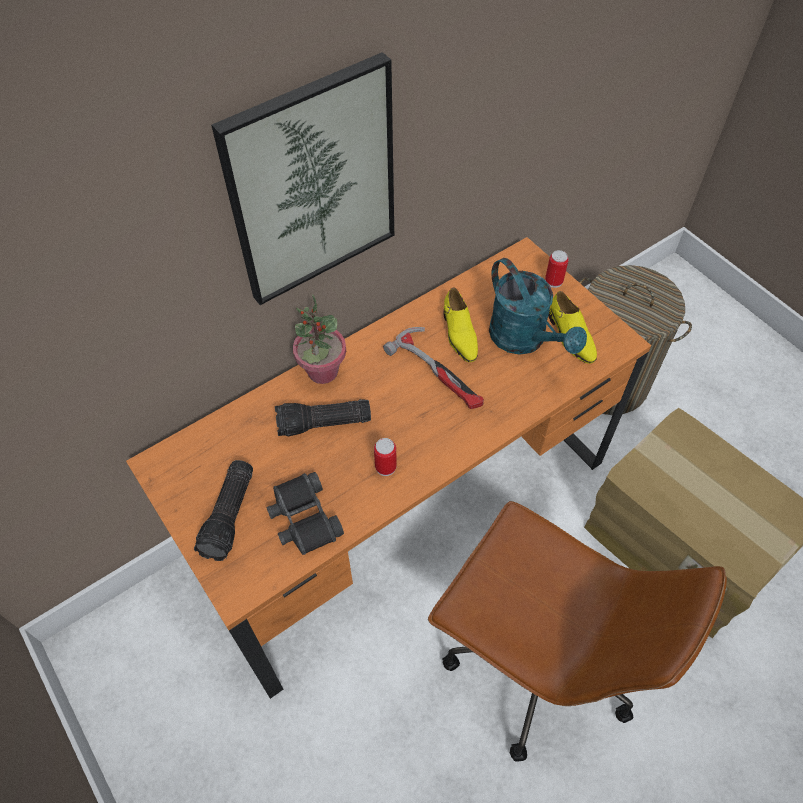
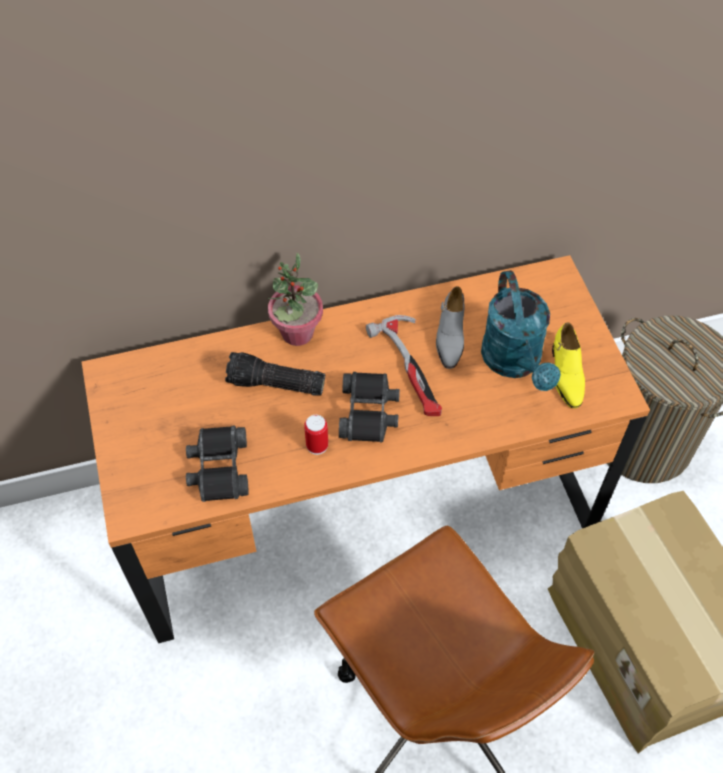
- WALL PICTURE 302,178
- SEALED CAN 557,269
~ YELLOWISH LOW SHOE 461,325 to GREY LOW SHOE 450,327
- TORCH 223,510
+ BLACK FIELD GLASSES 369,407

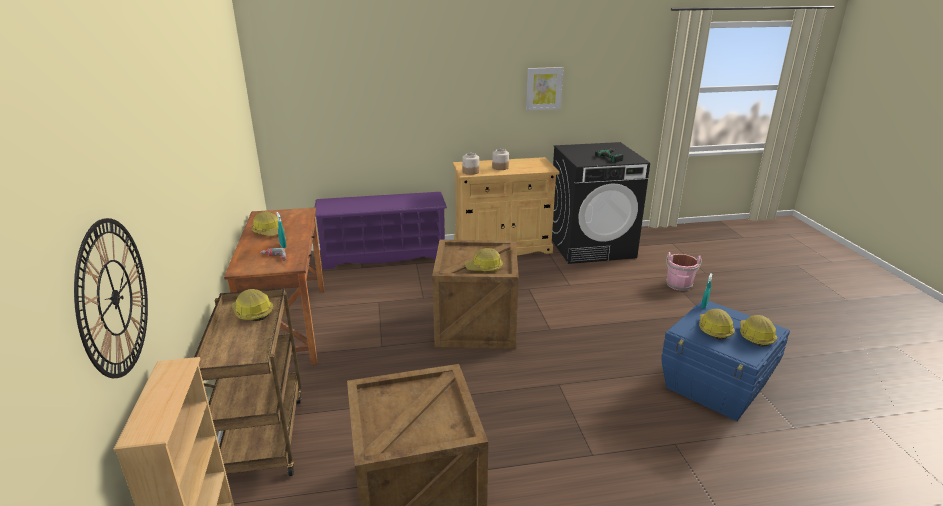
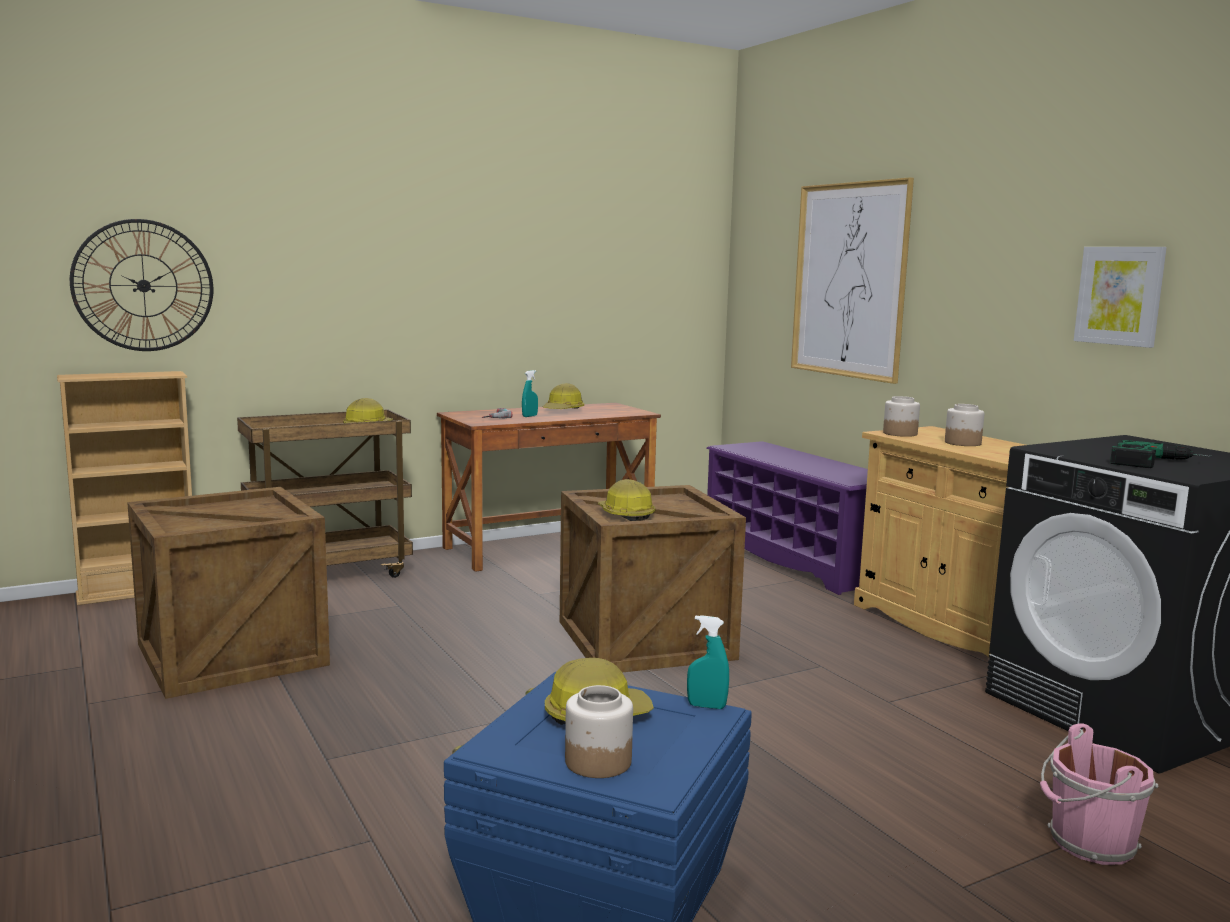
~ WORK HELMET 758,331 to PRESERVE JAR 599,731
+ WALL PICTURE 852,280

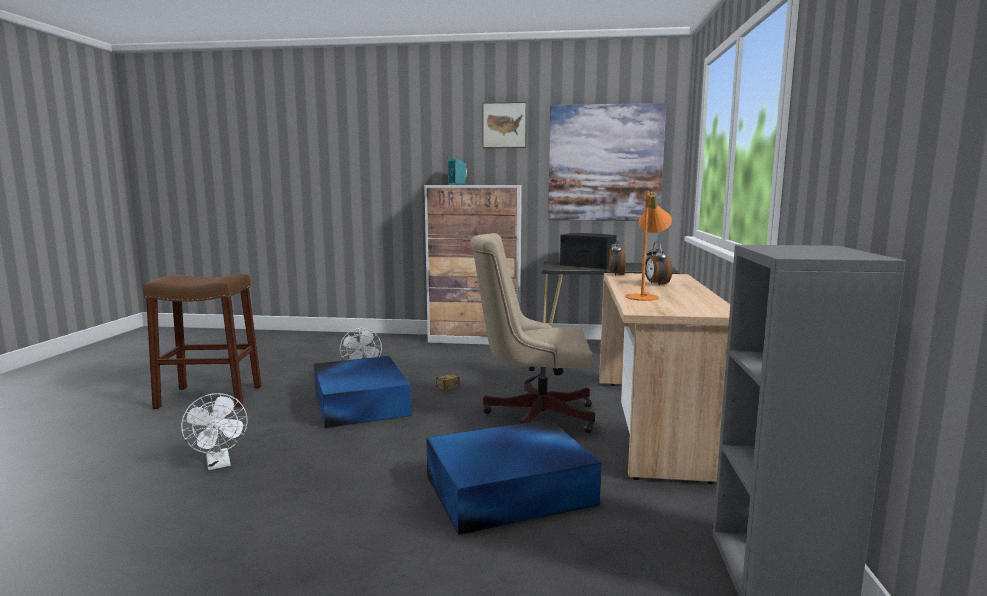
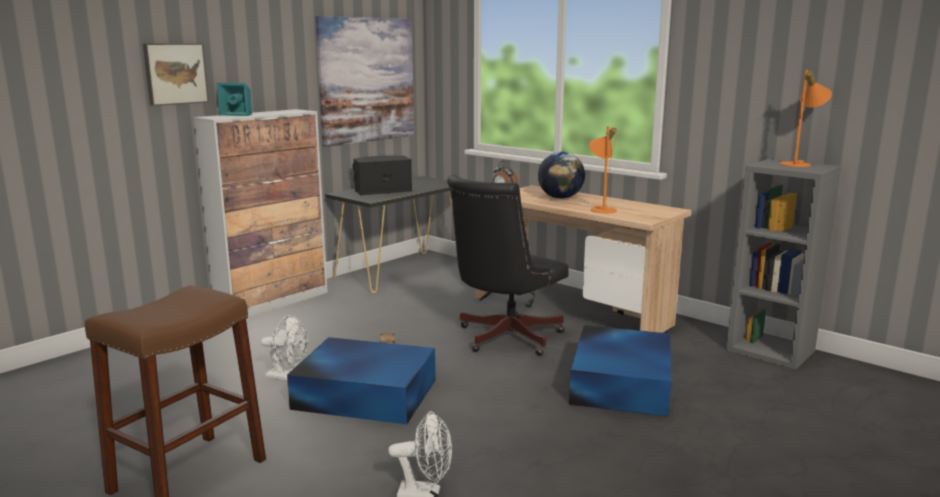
~ WALL PICTURE 504,125 to 176,75
~ SAND-COLOURED COMPUTER CHAIR 532,333 to BLACK COMPUTER CHAIR 508,265
~ ALARM CLOCK 659,264 to WORLD GLOBE 561,175
+ ORANGEY TABLE LAMP 805,118

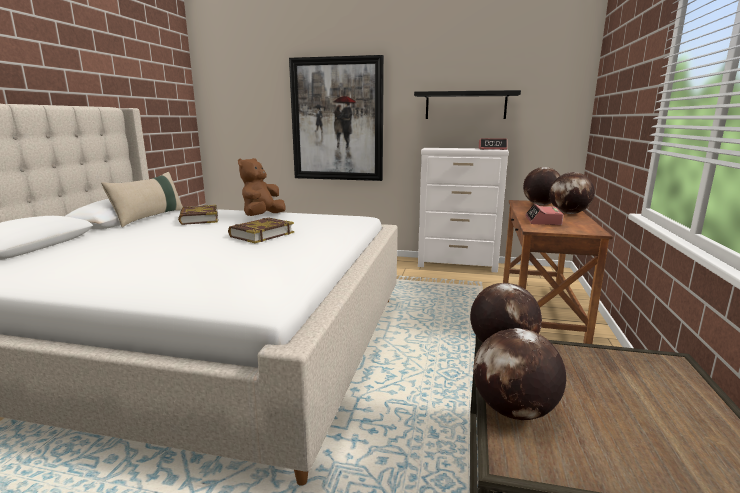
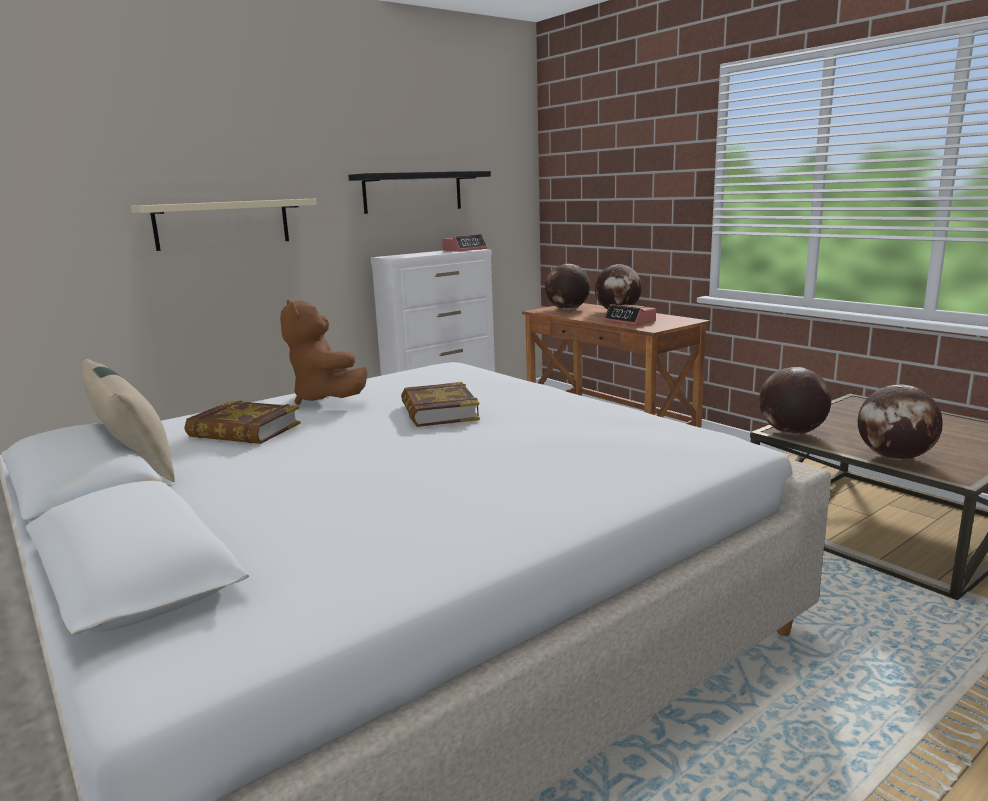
~ WALL PICTURE 336,118 to SAND-COLOURED WALL SHELF 223,225

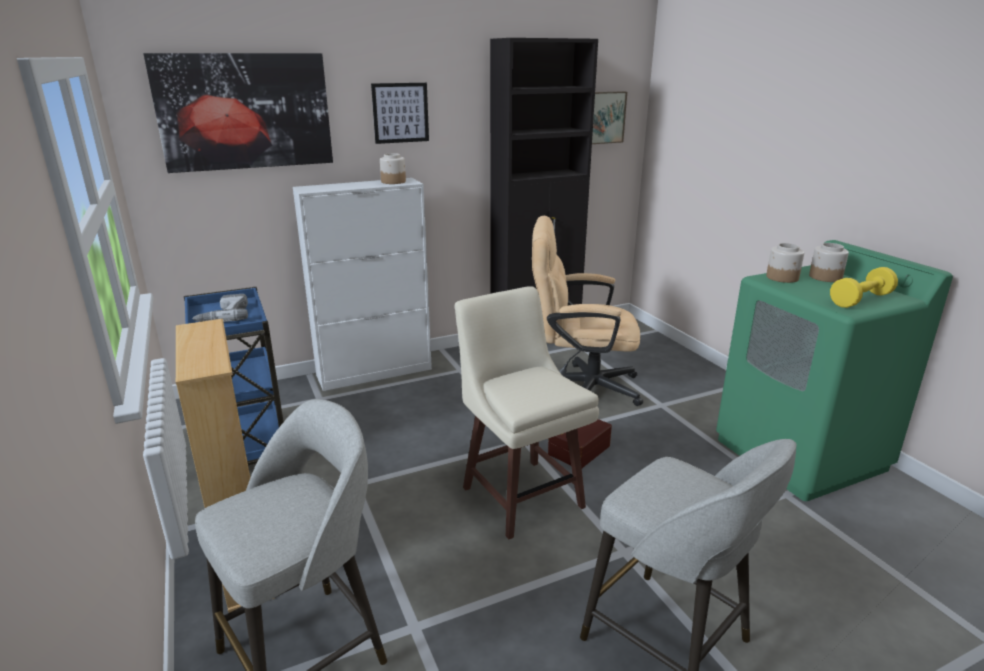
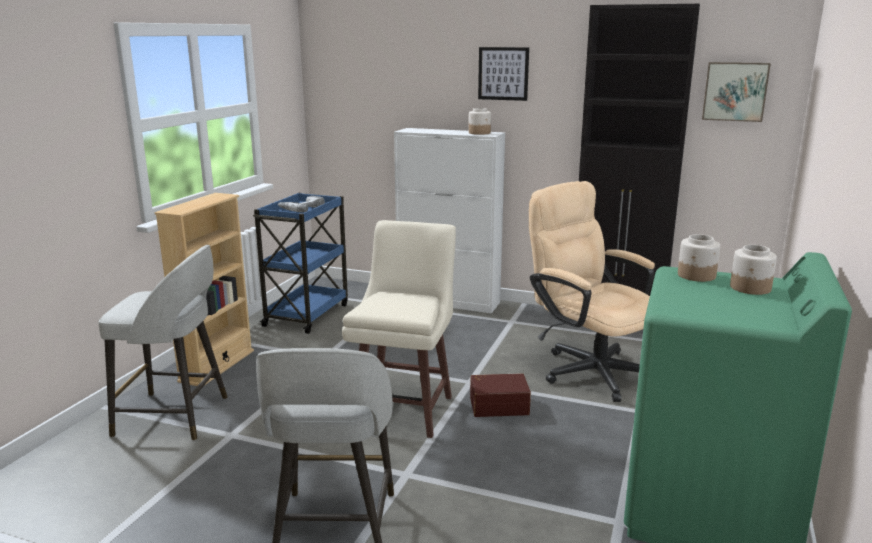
- WALL PICTURE 238,113
- YELLOWISH DUMBBELL 864,287

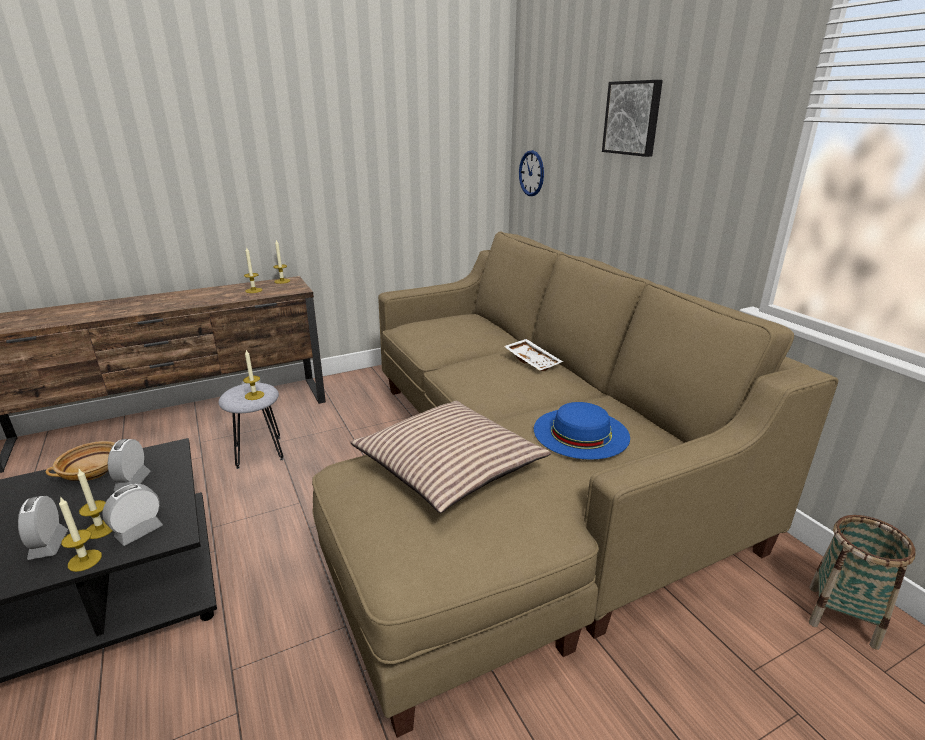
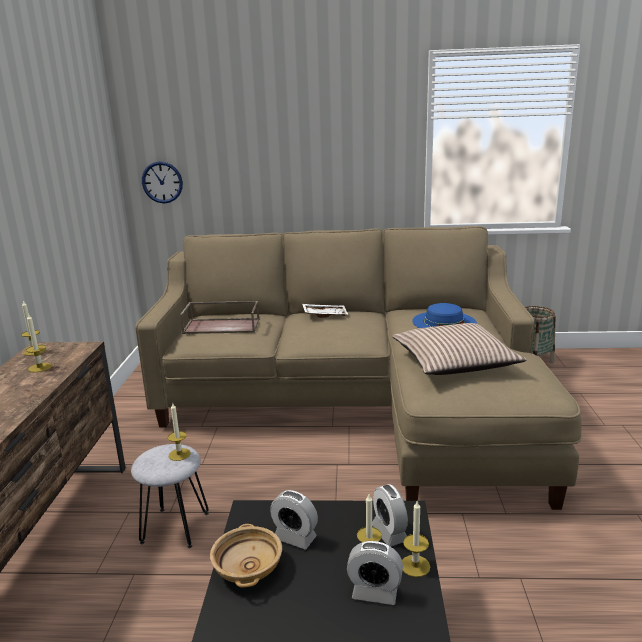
- WALL PICTURE 632,118
+ BROWN-COLOURED TRAY 220,317

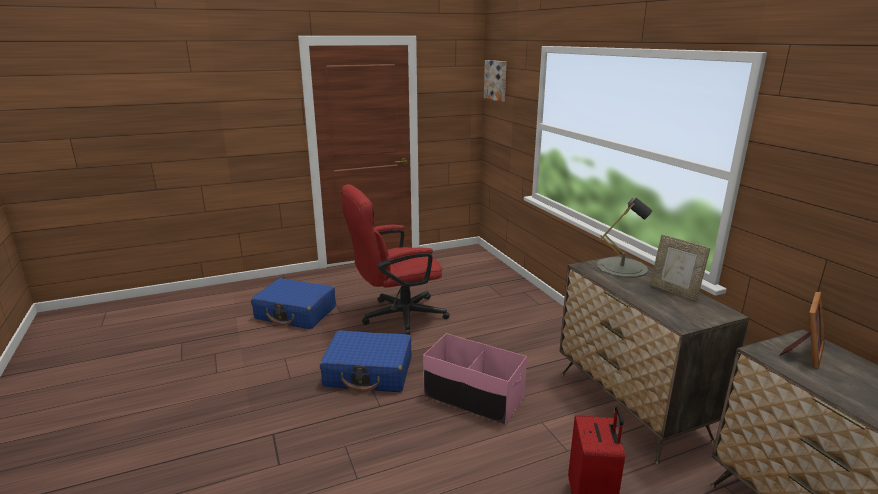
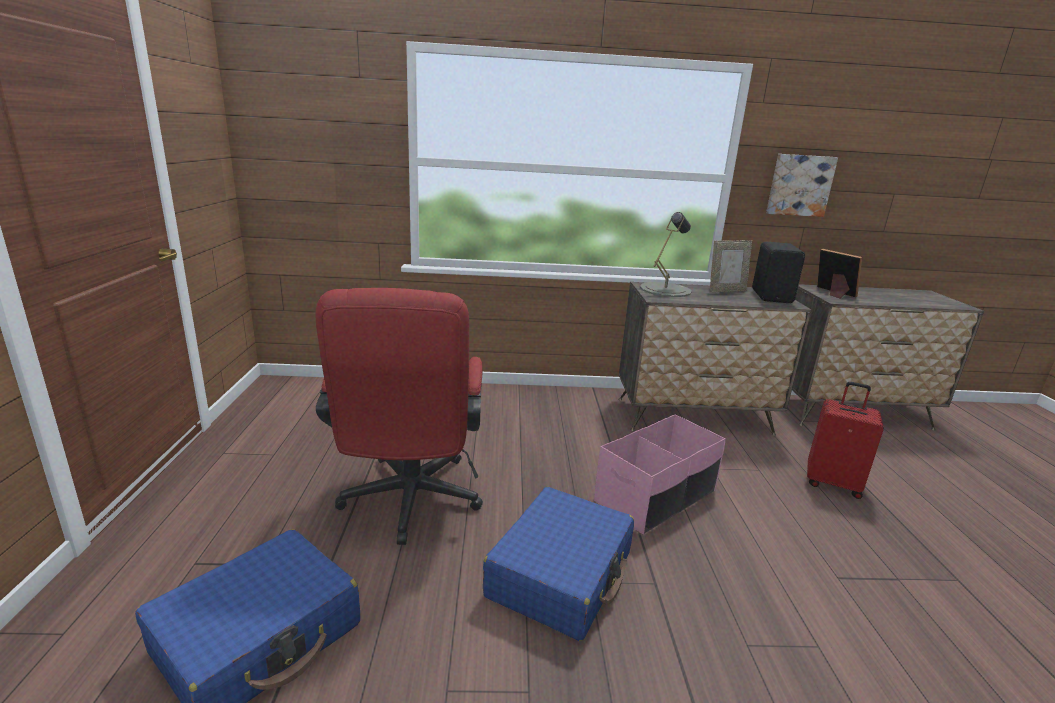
~ WALL PICTURE 495,81 to 802,185
+ BLACK AUDIO SPEAKER 778,272

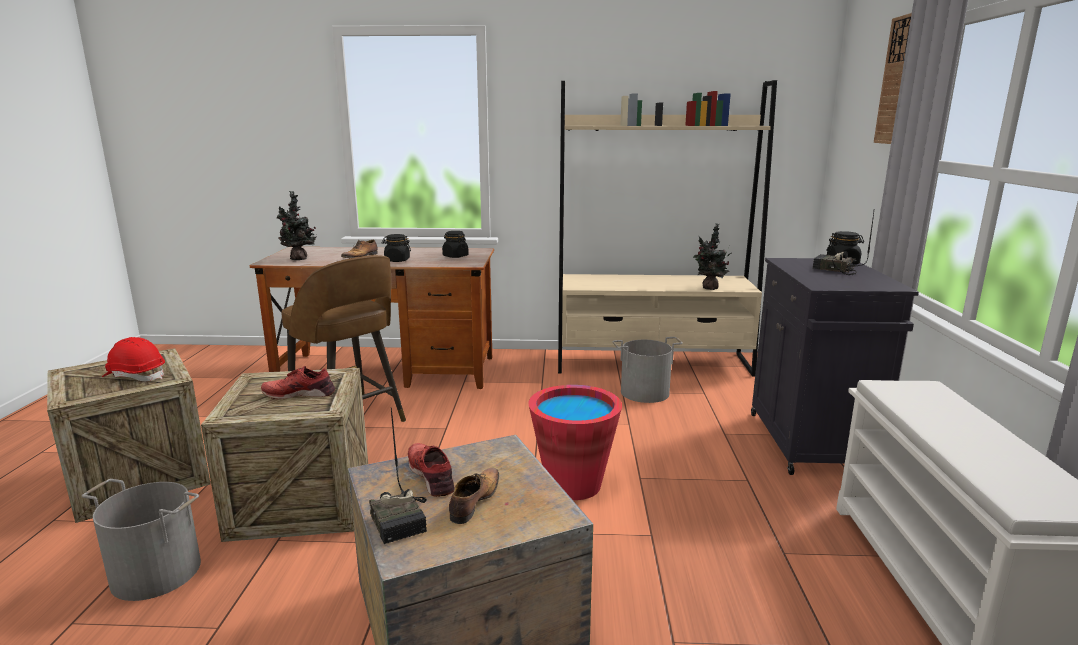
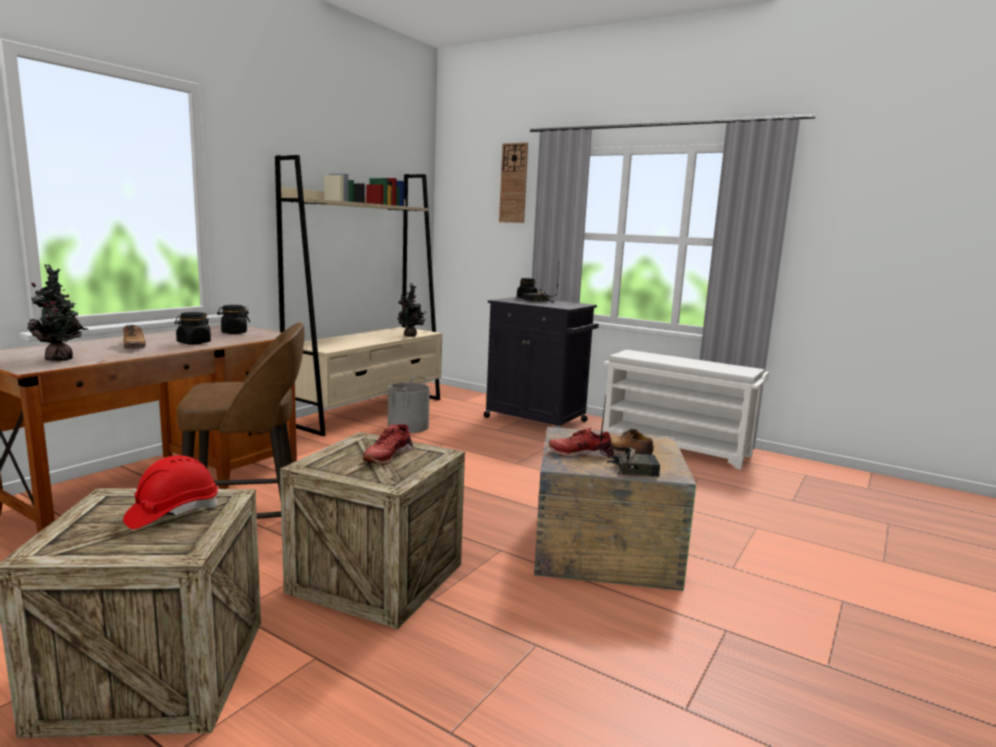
- REDDISH WATER BUCKET 575,442
- GREY WATER BUCKET 141,540

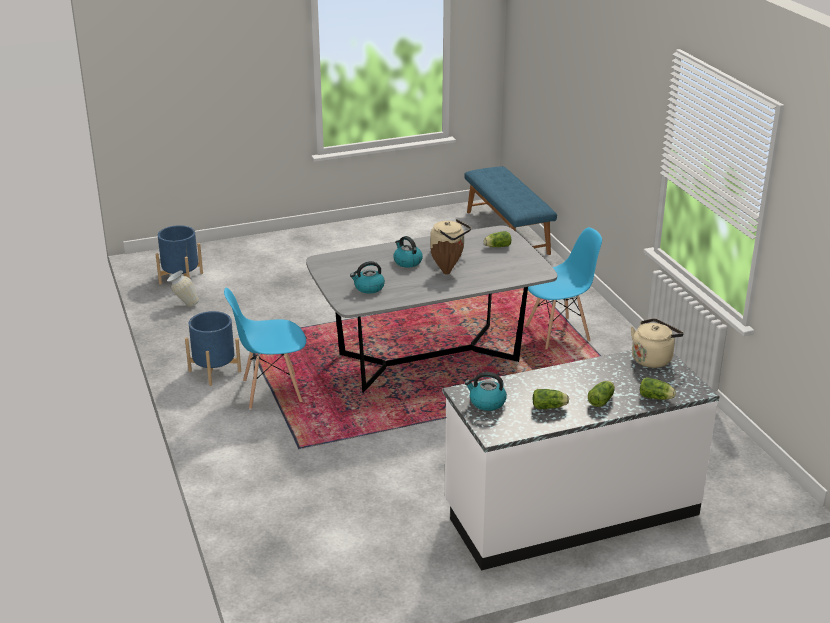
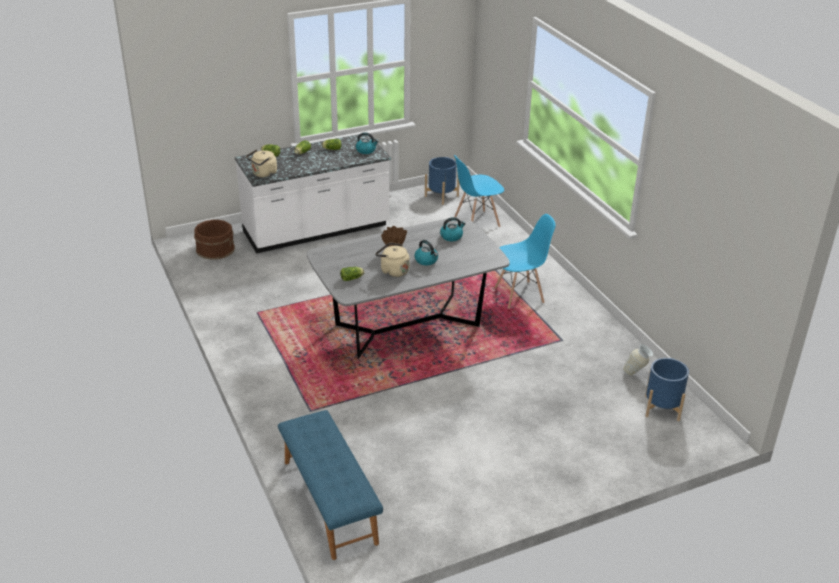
~ BLUE-COLOURED UPRIGHT CHAIR 563,288 to 479,191
~ BLUE-COLOURED PLANTER 213,348 to 442,181
+ BROWN-COLOURED WATER BUCKET 214,240

